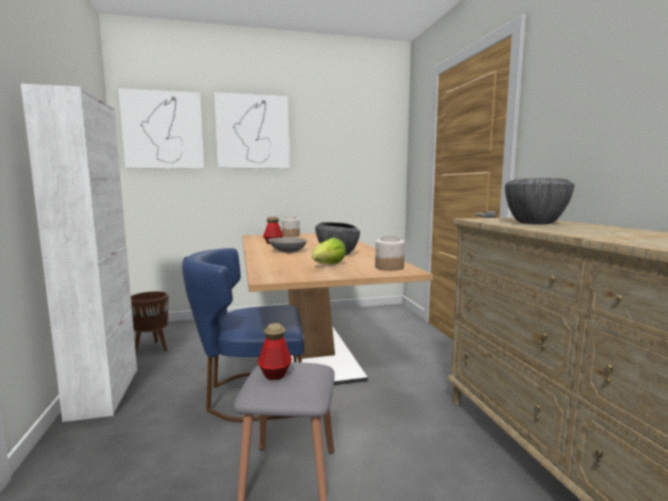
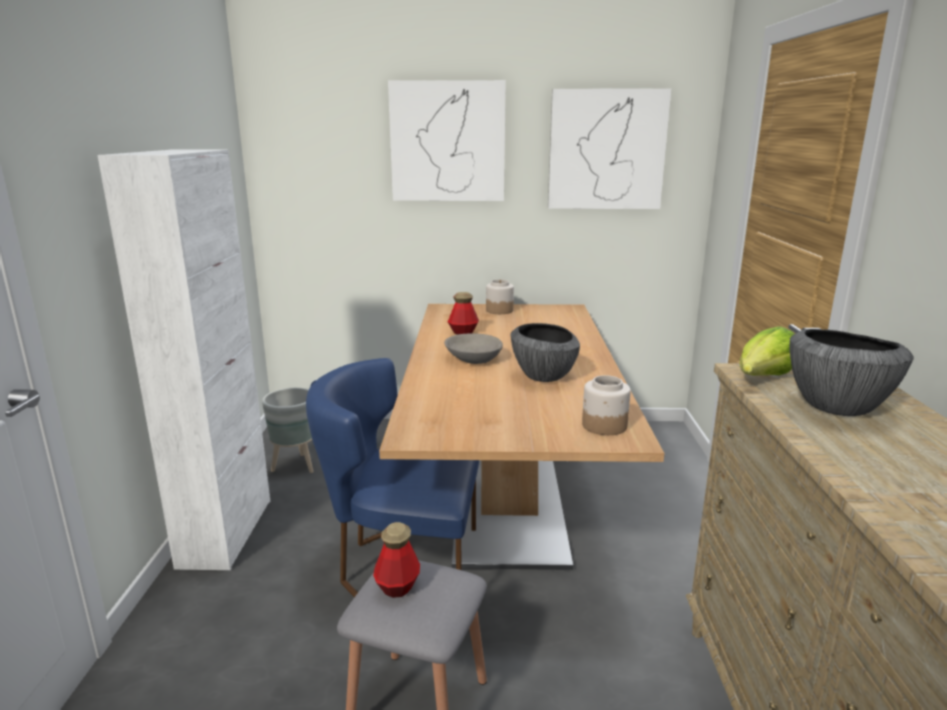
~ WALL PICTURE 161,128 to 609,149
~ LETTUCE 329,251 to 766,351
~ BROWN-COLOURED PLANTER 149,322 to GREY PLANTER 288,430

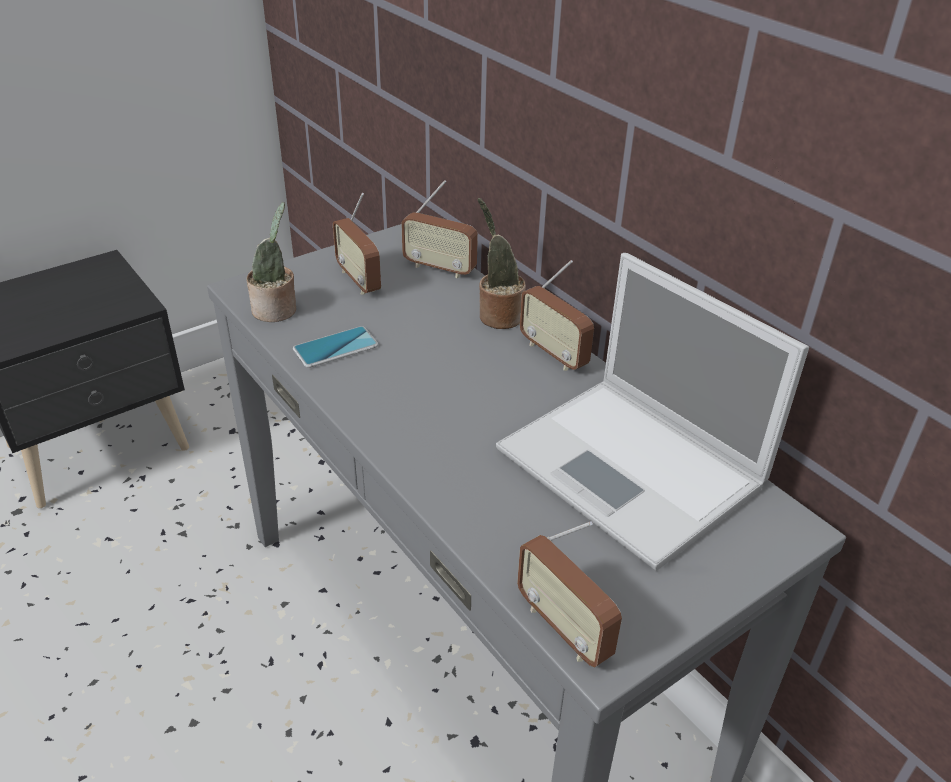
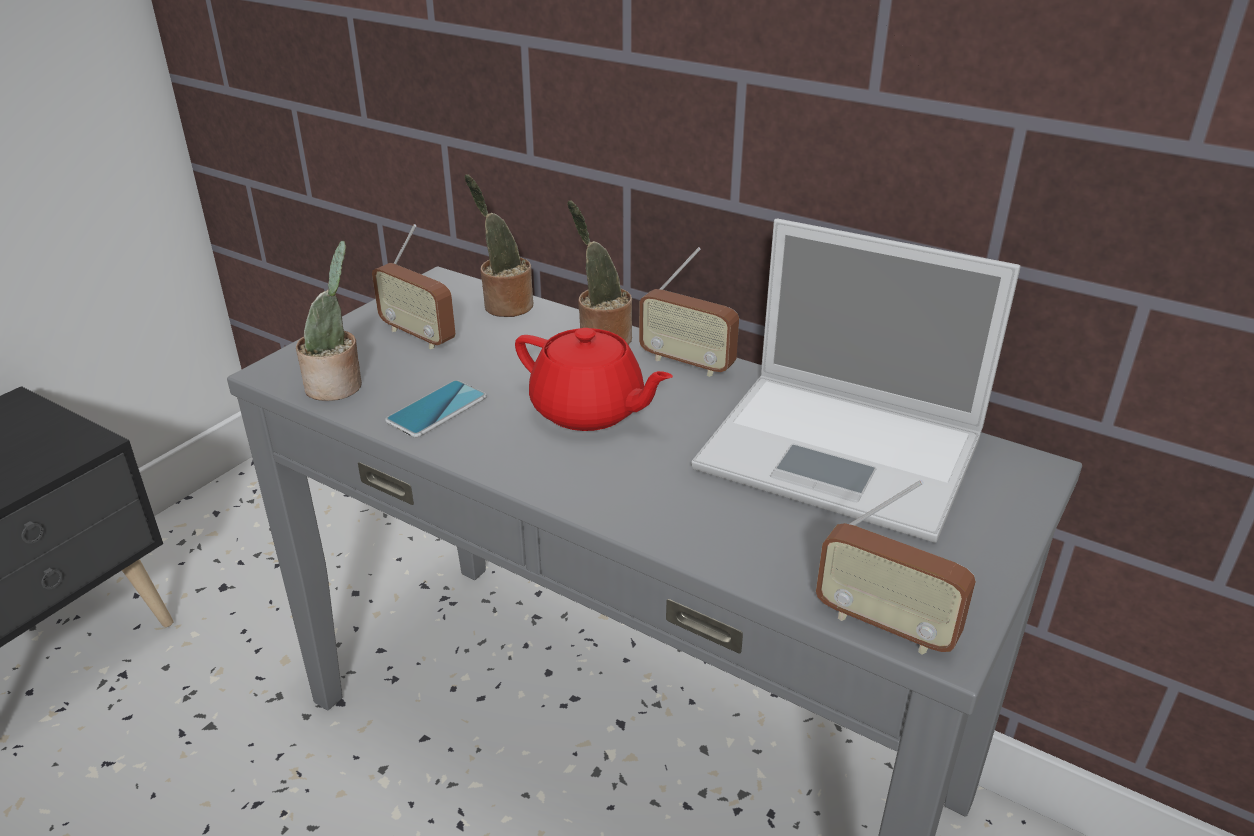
~ RADIO SET 439,229 to POTTED PLANT 498,245
+ REDDISH TEA POT 594,379

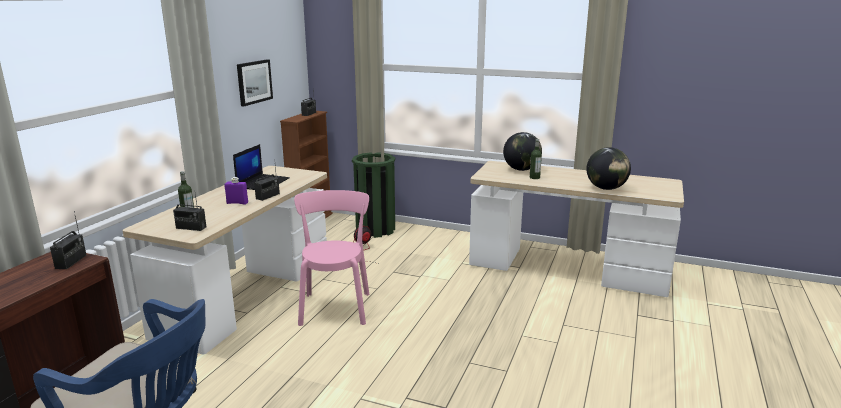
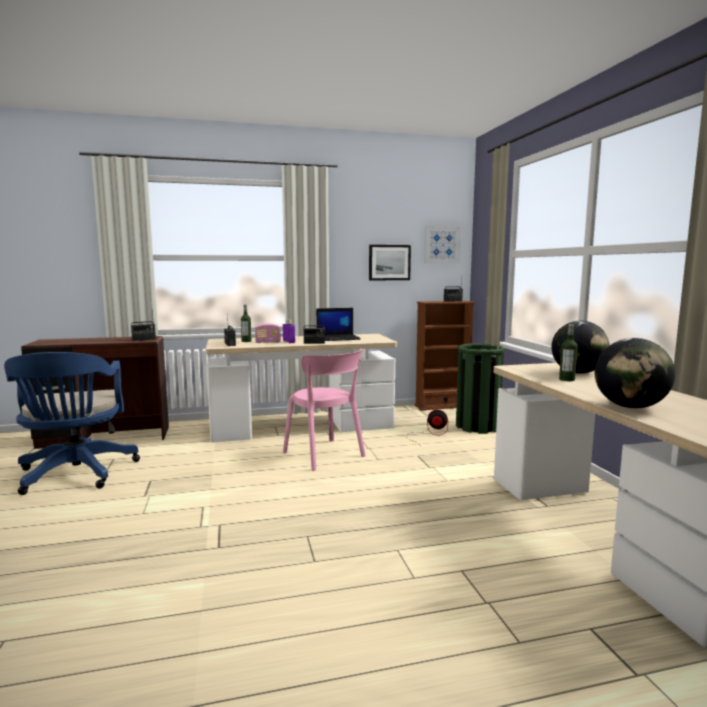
~ PINKISH UPRIGHT CHAIR 331,258 = 324,409 90 degrees clockwise
+ WALL PICTURE 442,244
+ RADIO SET 268,333

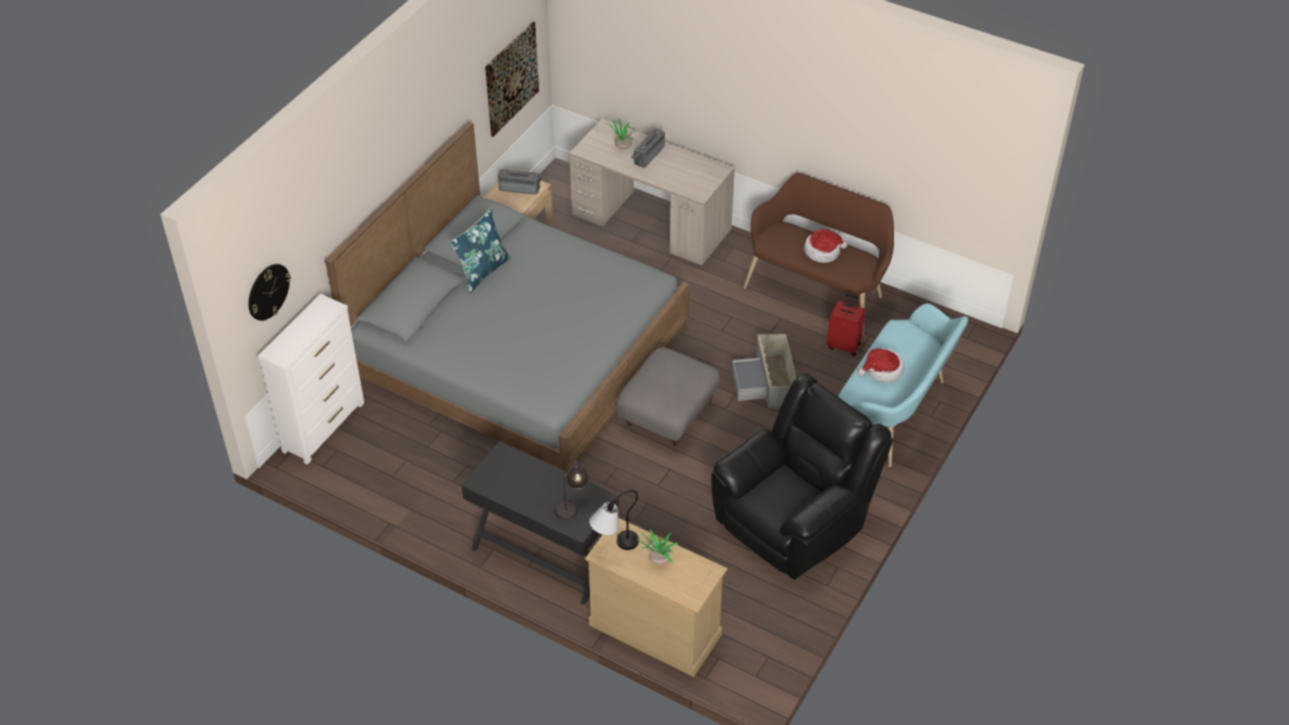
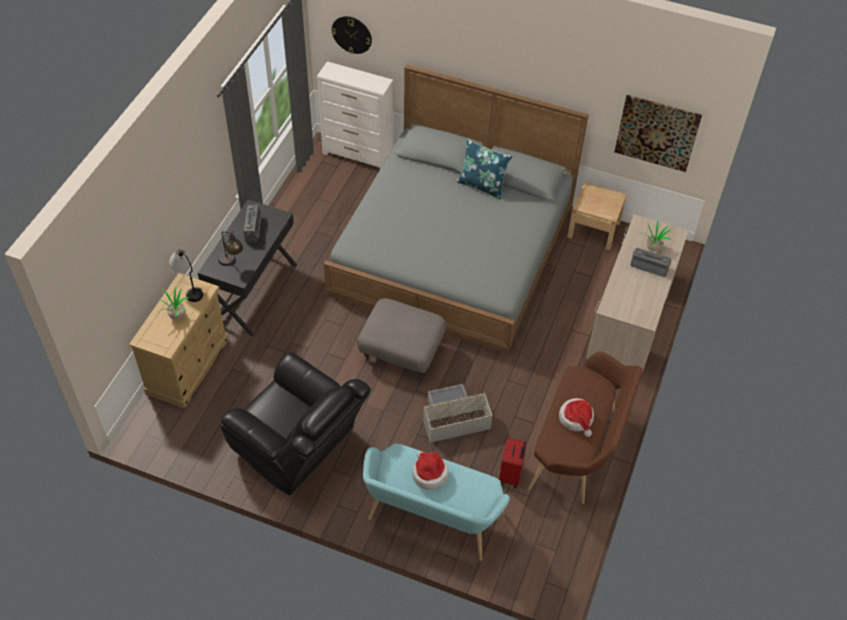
~ RADIO SET 519,182 to 252,224

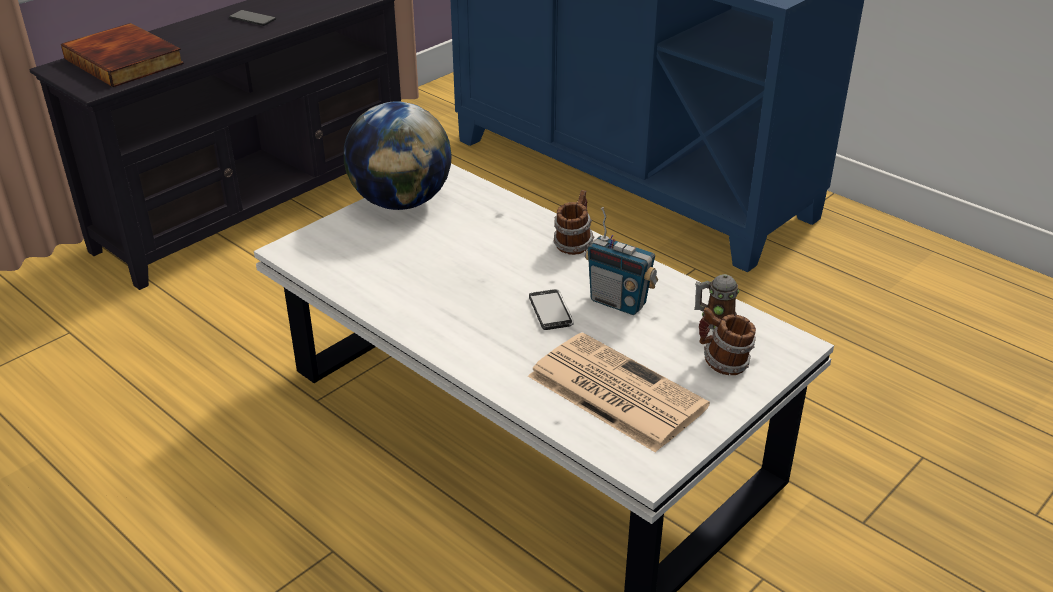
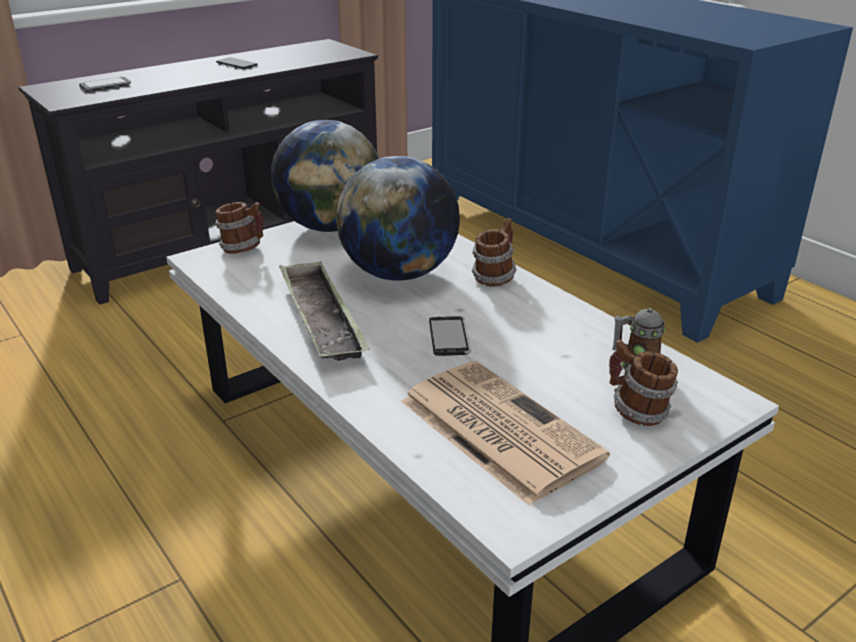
~ VOLUME 122,55 to HANDSET 105,84
- RADIO SET 621,261
+ WORLD GLOBE 398,218
+ COFFEE MUG 239,228
+ TRAY 324,311

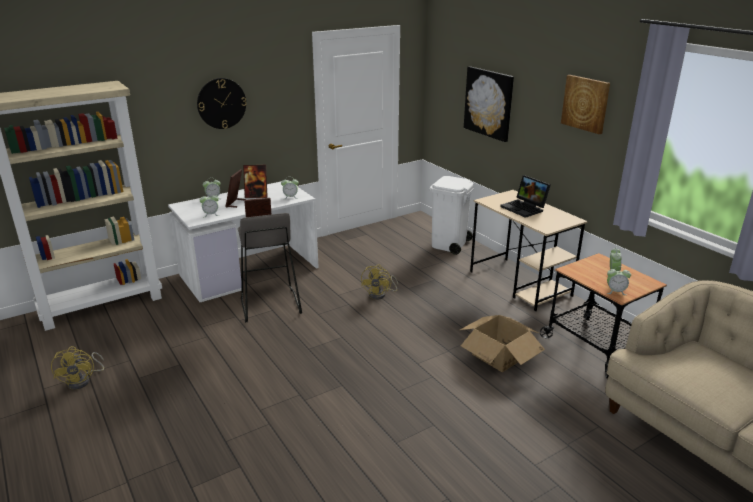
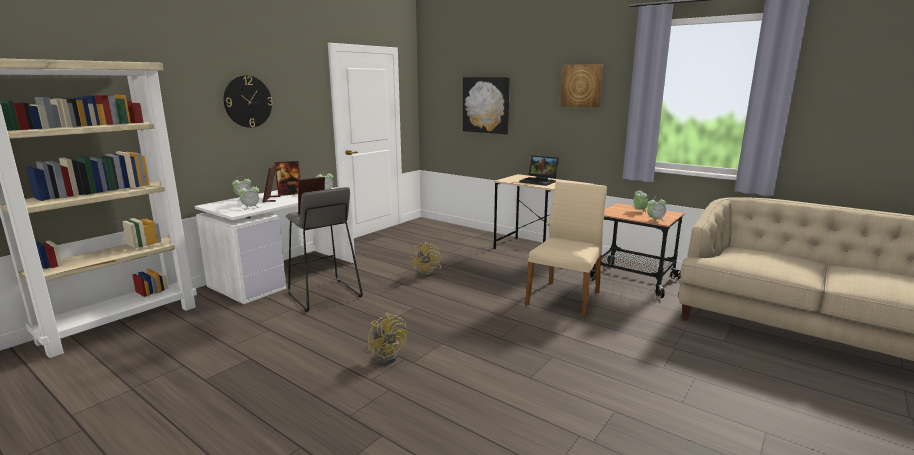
- WHITE WASTE BIN 451,215
~ CARTON 502,343 to SAND-COLOURED UPRIGHT CHAIR 566,249
~ YELLOWISH FAN 77,368 to 387,338

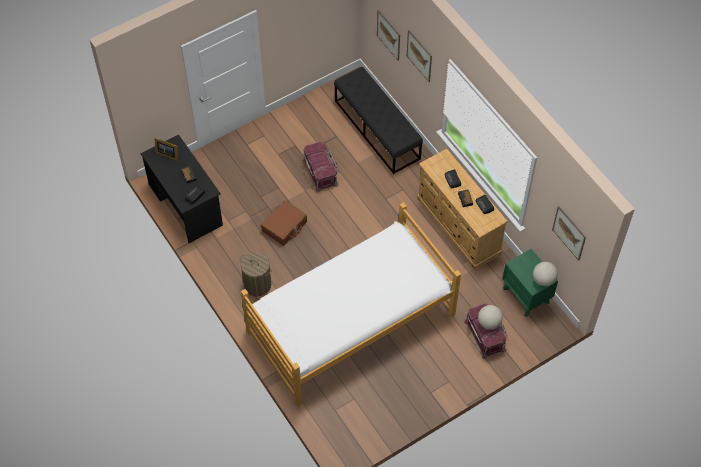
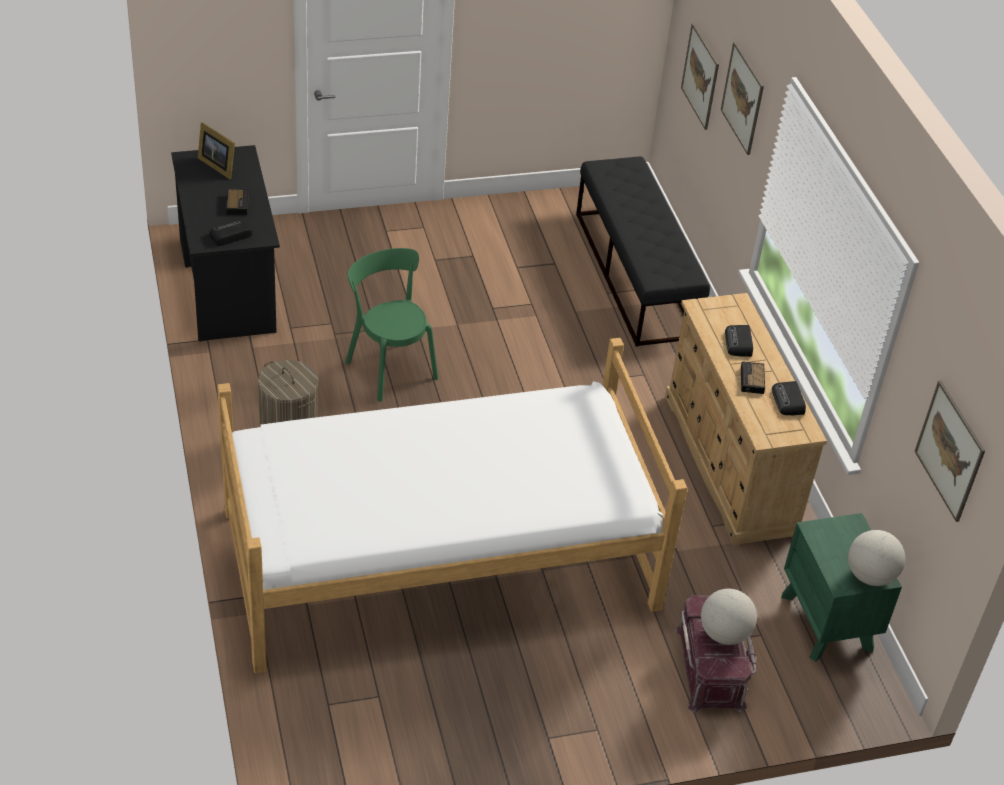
- REDDISH STORAGE CONTAINER 321,166
~ BROWN-COLOURED SUITCASE 284,223 to GREEN-COLOURED UPRIGHT CHAIR 391,325

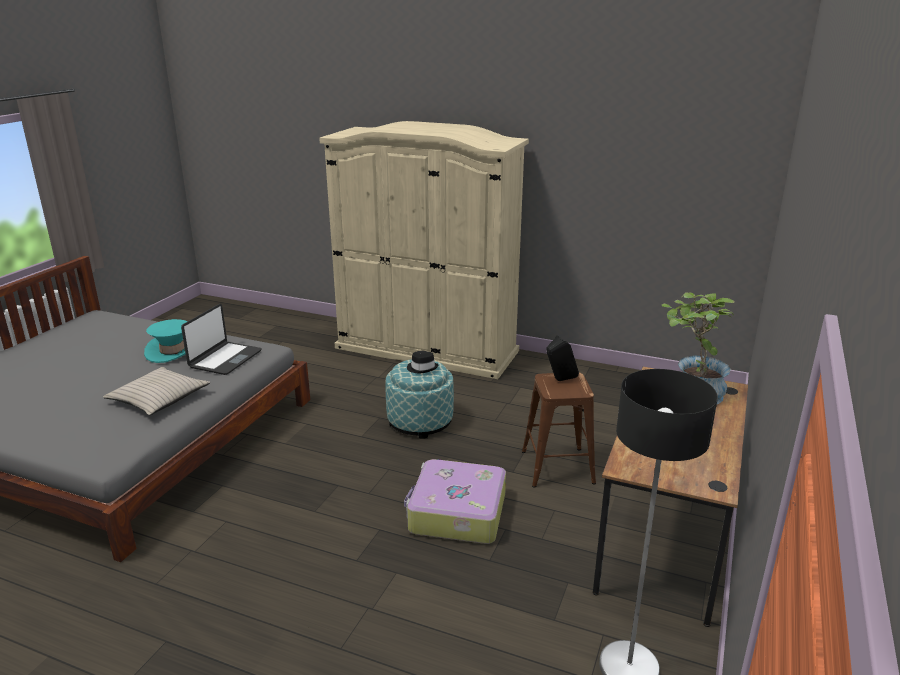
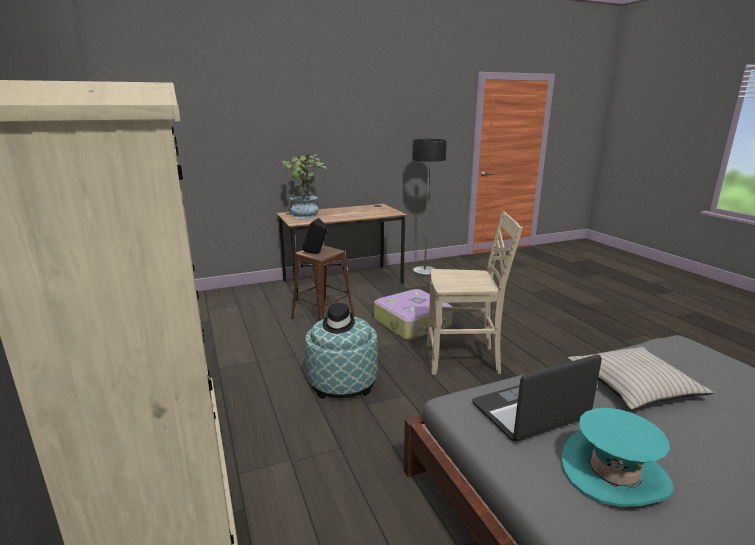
+ SAND-COLOURED UPRIGHT CHAIR 475,293

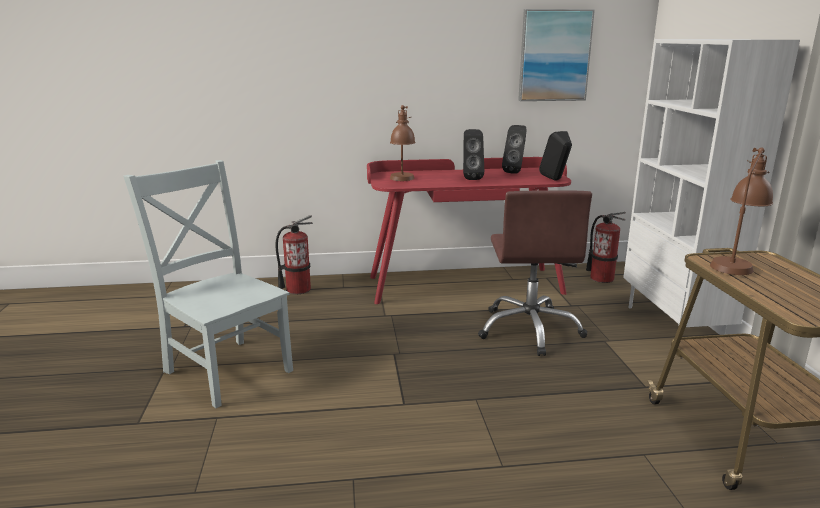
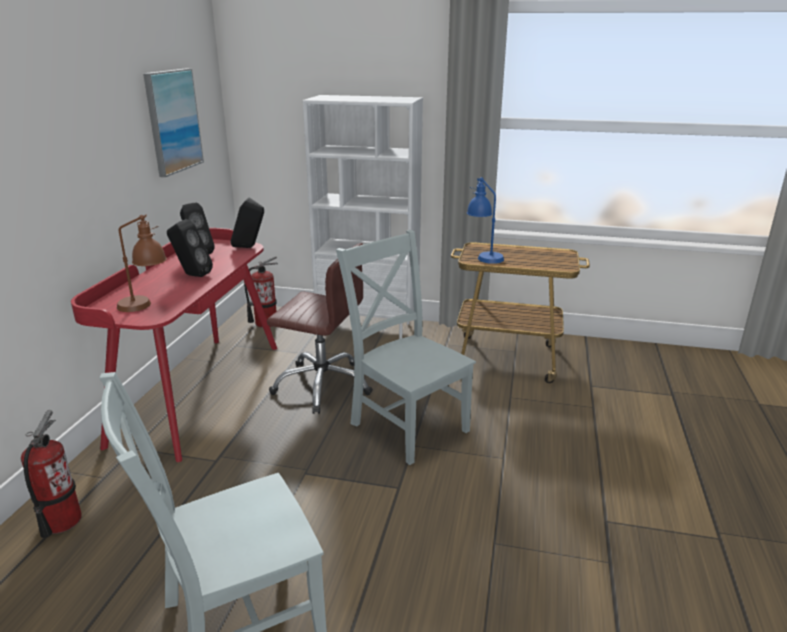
~ BROWN-COLOURED TABLE LAMP 741,211 to BLUE-COLOURED TABLE LAMP 485,220
+ GREY UPRIGHT CHAIR 406,347

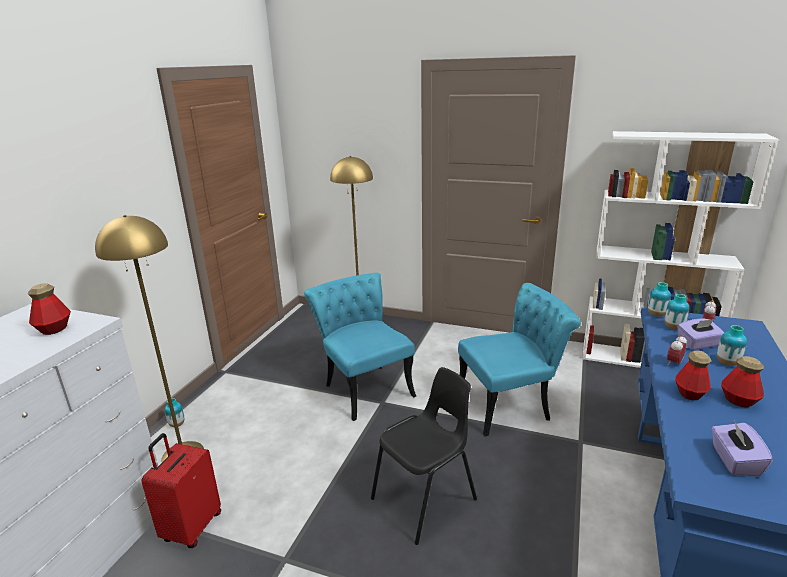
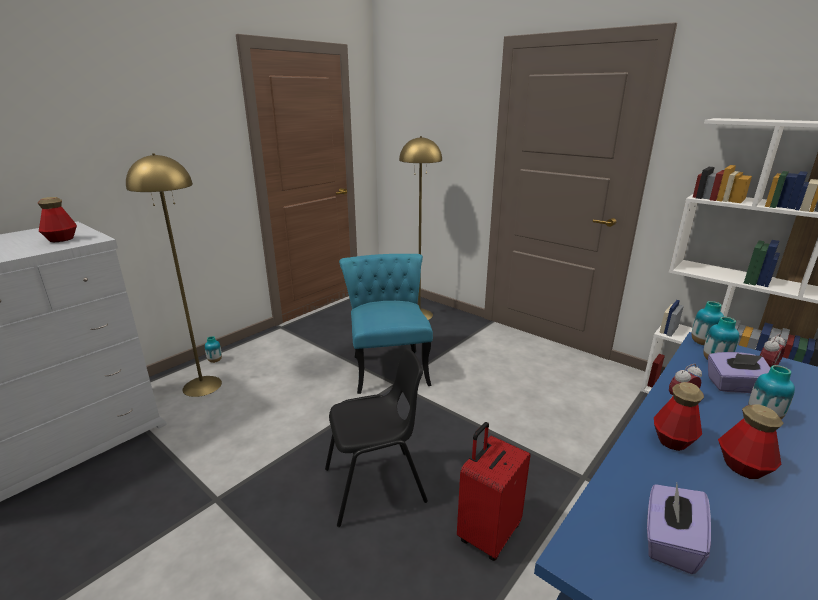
- BLUE-GREEN UPRIGHT CHAIR 519,360
~ REDDISH SUITCASE 181,490 to 493,491

